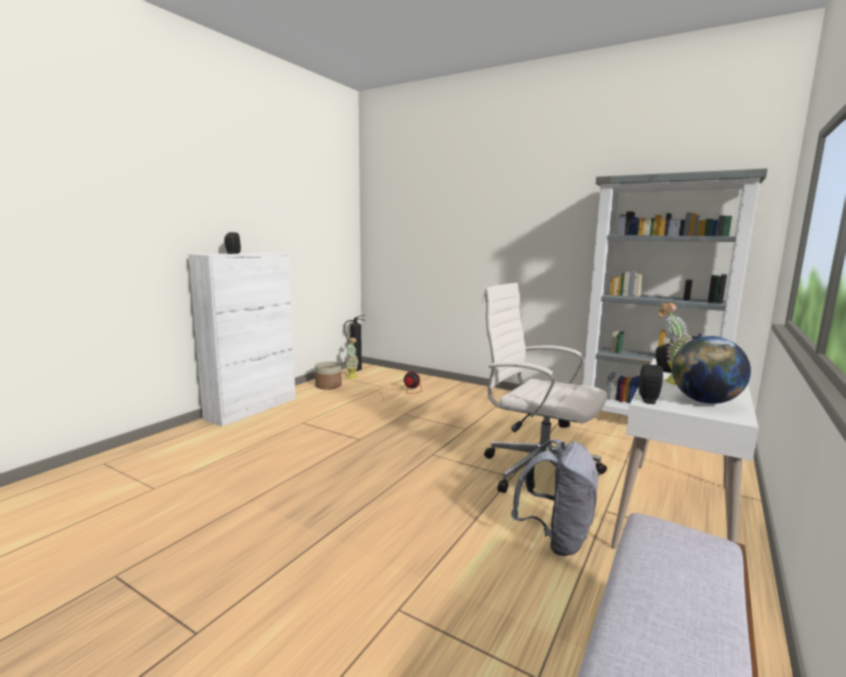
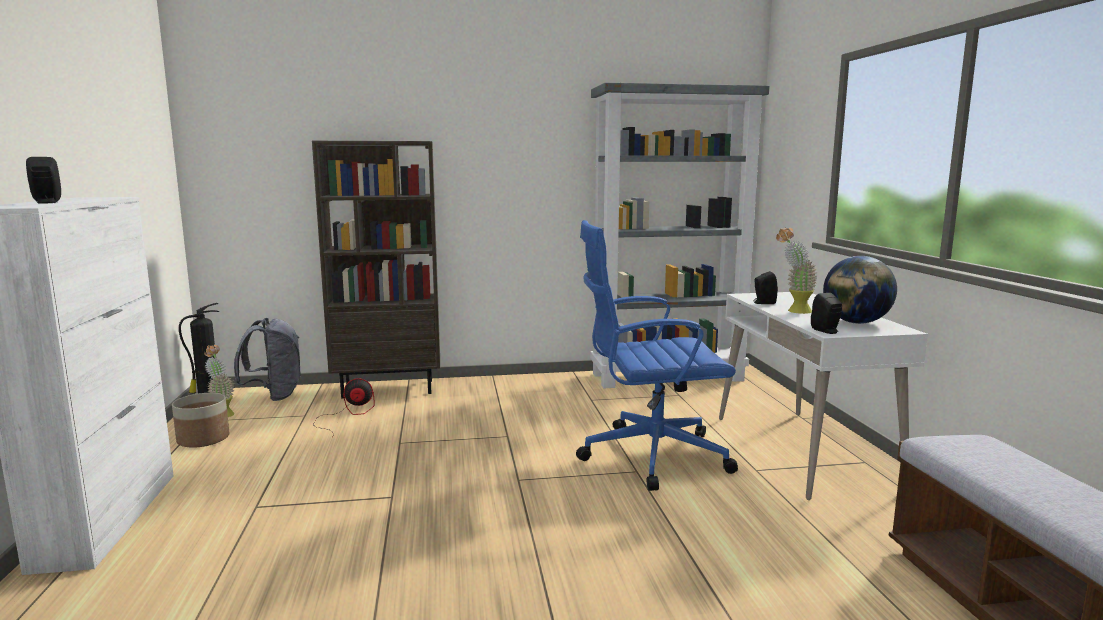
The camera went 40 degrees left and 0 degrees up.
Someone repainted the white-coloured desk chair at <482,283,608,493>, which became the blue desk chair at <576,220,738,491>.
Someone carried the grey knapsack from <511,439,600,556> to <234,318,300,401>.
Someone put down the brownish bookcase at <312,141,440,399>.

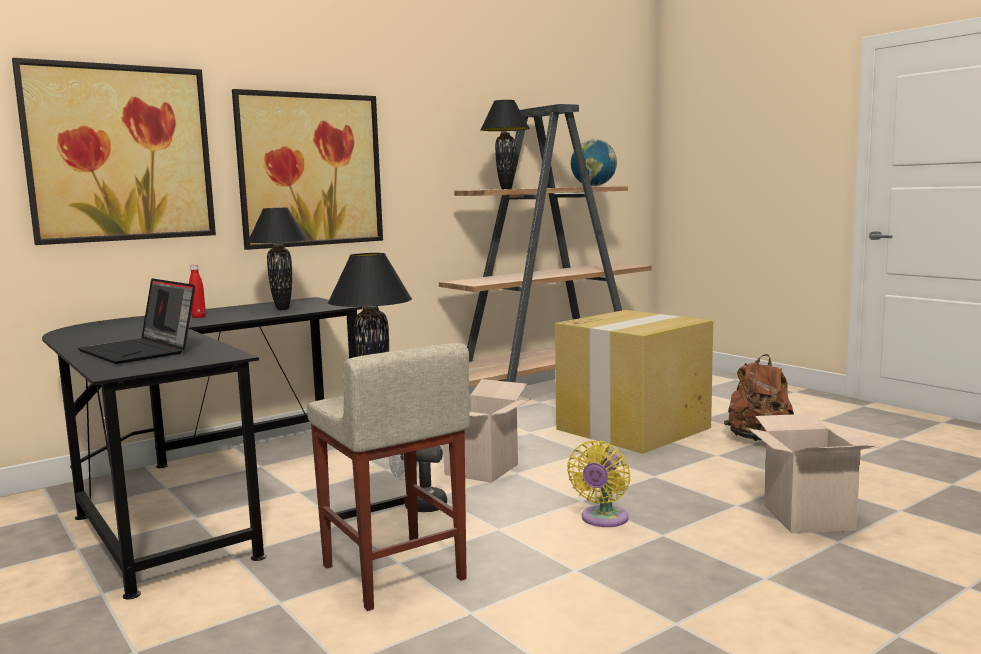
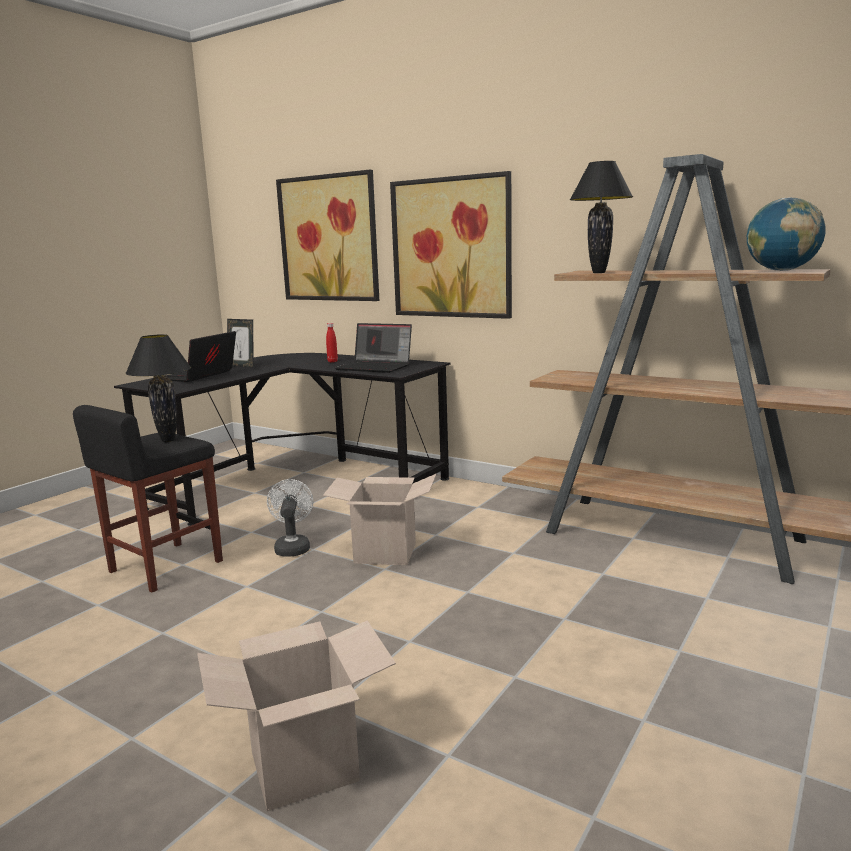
The camera went 70 degrees right and 5 degrees up.
Someone swapped the blackish table lamp at <248,208,308,310> for the notebook computer at <335,323,412,373>.
Someone repainted the beige stool seat at <307,343,470,611>, which became the blackish stool seat at <73,405,223,592>.
Someone took away the cardboard box at <555,310,713,454>.
Someone took away the yellow cooling fan at <567,441,630,527>.
Someone took away the brownish knapsack at <724,354,794,441>.
Someone put down the photo frame at <227,319,254,368>.

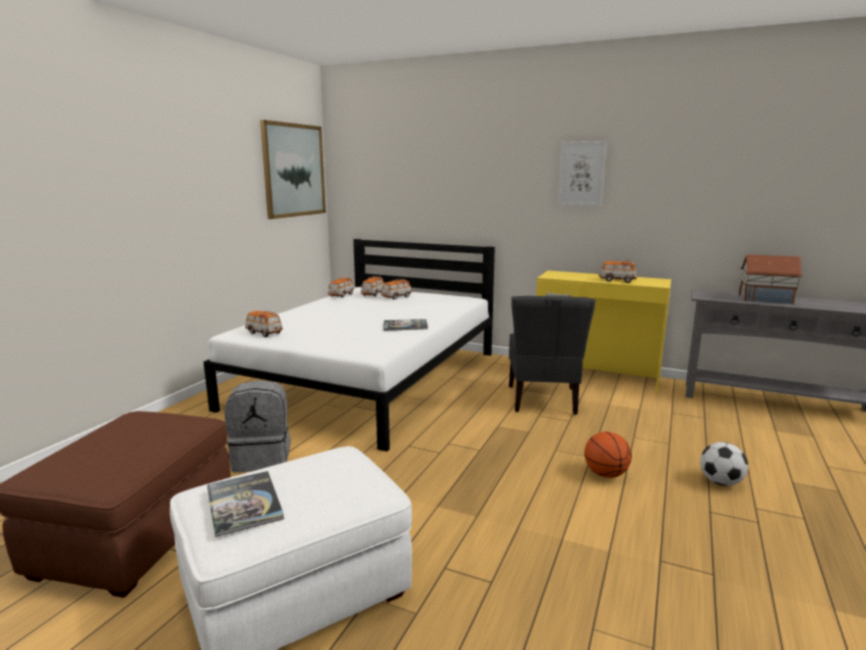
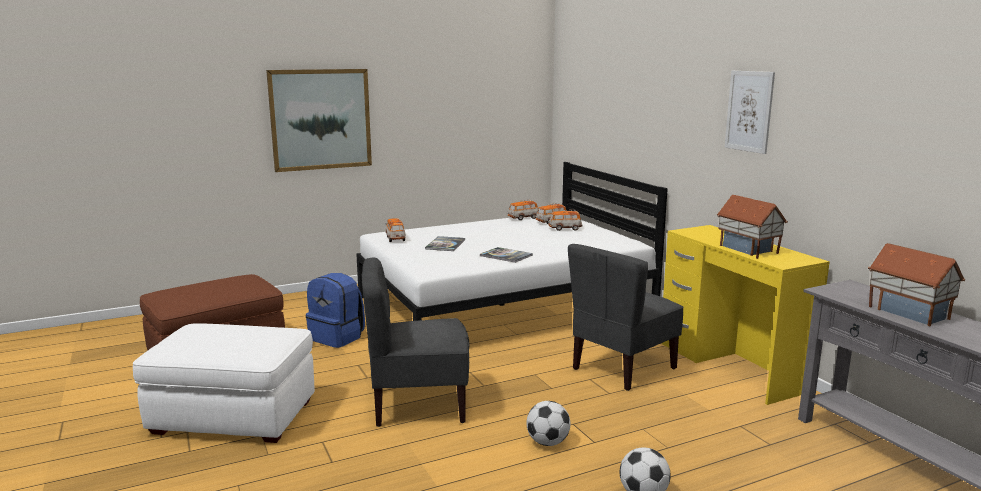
The camera went 40 degrees right and 0 degrees up.
Someone carried the book from <207,471,284,537> to <425,236,465,251>.
Someone repainted the grey knapsack at <225,380,290,472>, which became the blue knapsack at <306,273,365,348>.
Someone carried the picture from <260,120,326,219> to <266,69,372,172>.
Someone swapped the ball for basketball at <584,432,632,478> for the football at <527,401,570,446>.
Someone swapped the miniature car at <599,260,637,283> for the model house at <717,195,788,259>.
Someone put down the grey upright chair at <361,258,470,427>.

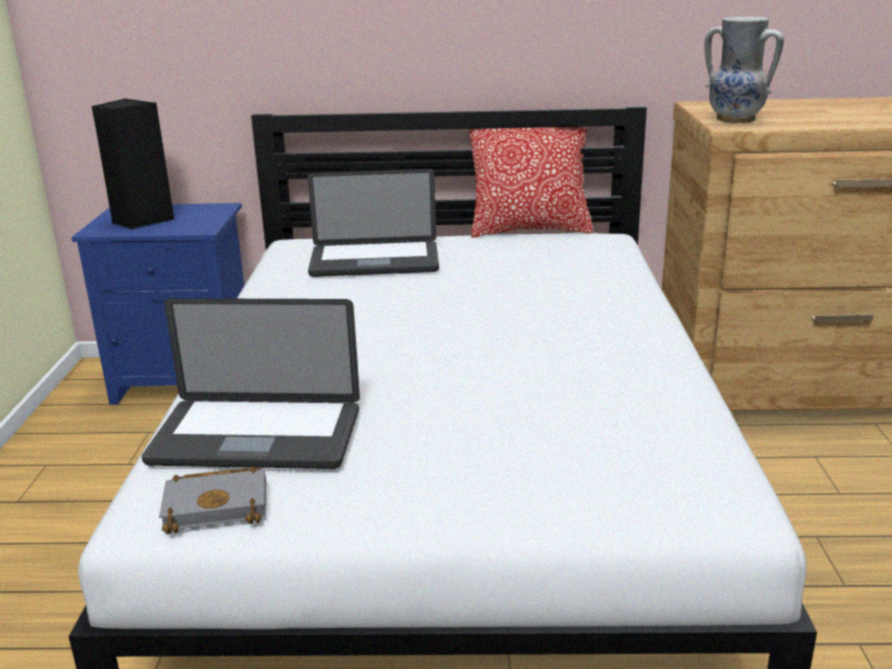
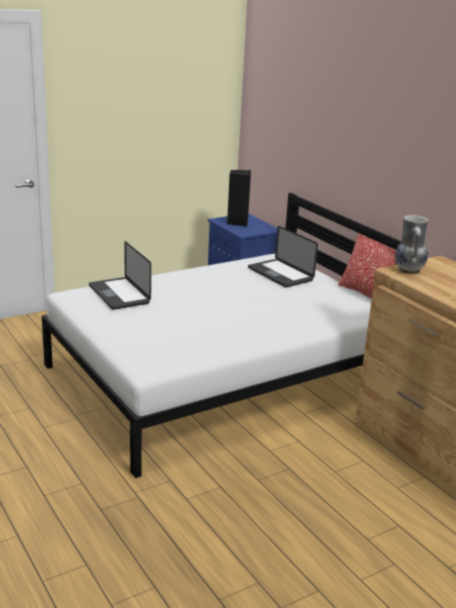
The camera went 55 degrees right and 0 degrees up.
Someone took away the grey book at <159,466,266,534>.

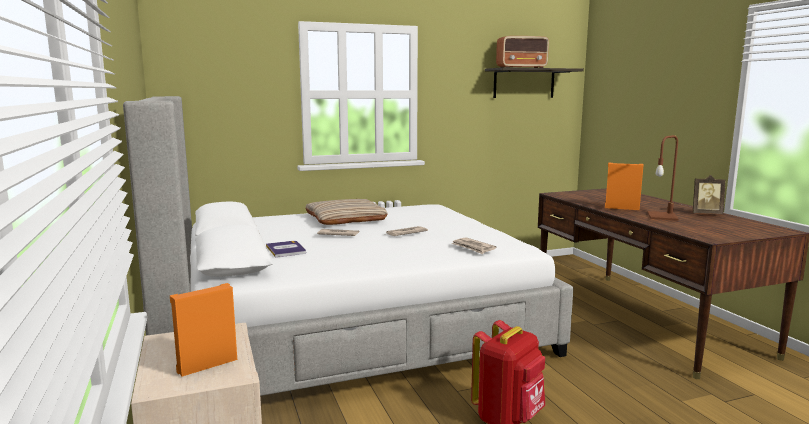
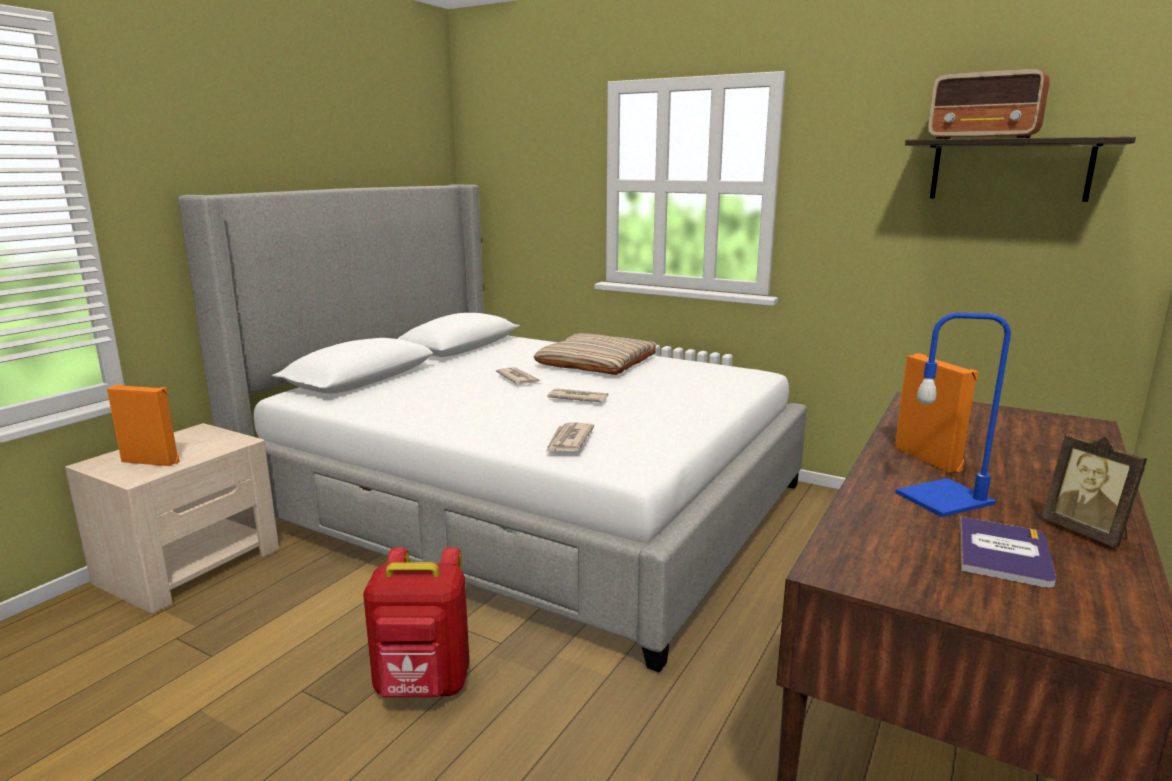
The camera went 50 degrees right and 5 degrees up.
Someone carried the book from <266,241,306,257> to <960,517,1056,588>.
Someone repainted the brownish table lamp at <647,135,679,221>, which became the blue table lamp at <895,313,1011,517>.

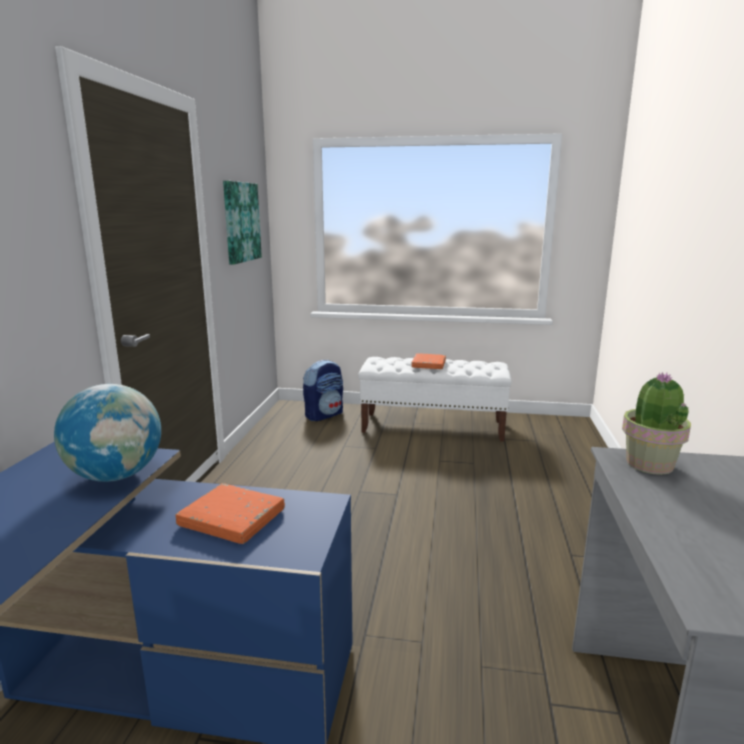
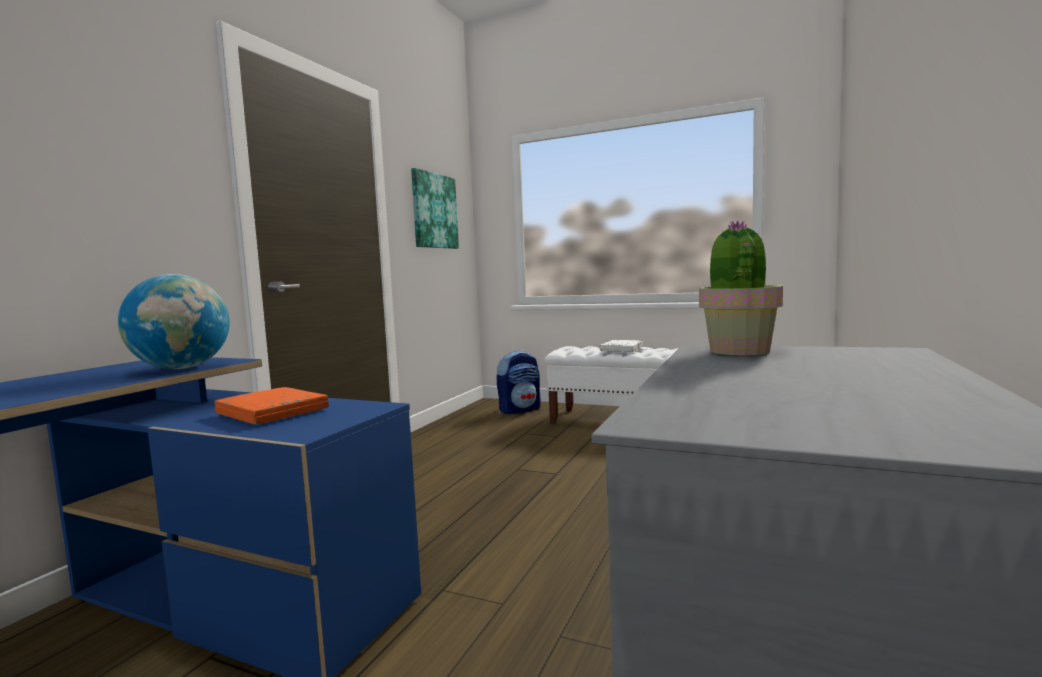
The camera went 15 degrees right and 10 degrees down.
Someone repainted the orange book at <411,353,446,369>, which became the white-coloured book at <600,340,643,352>.

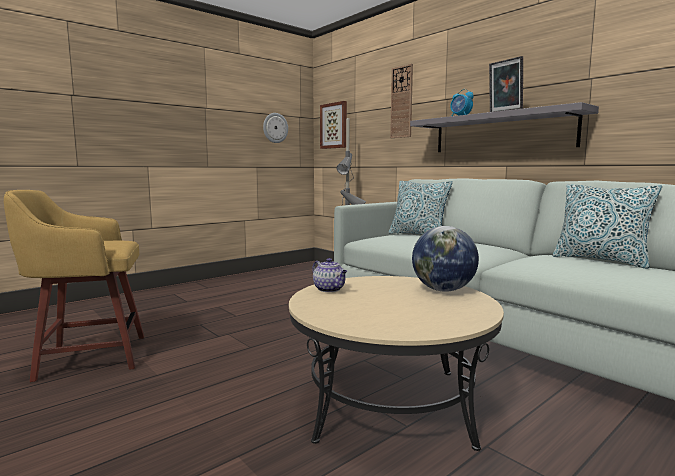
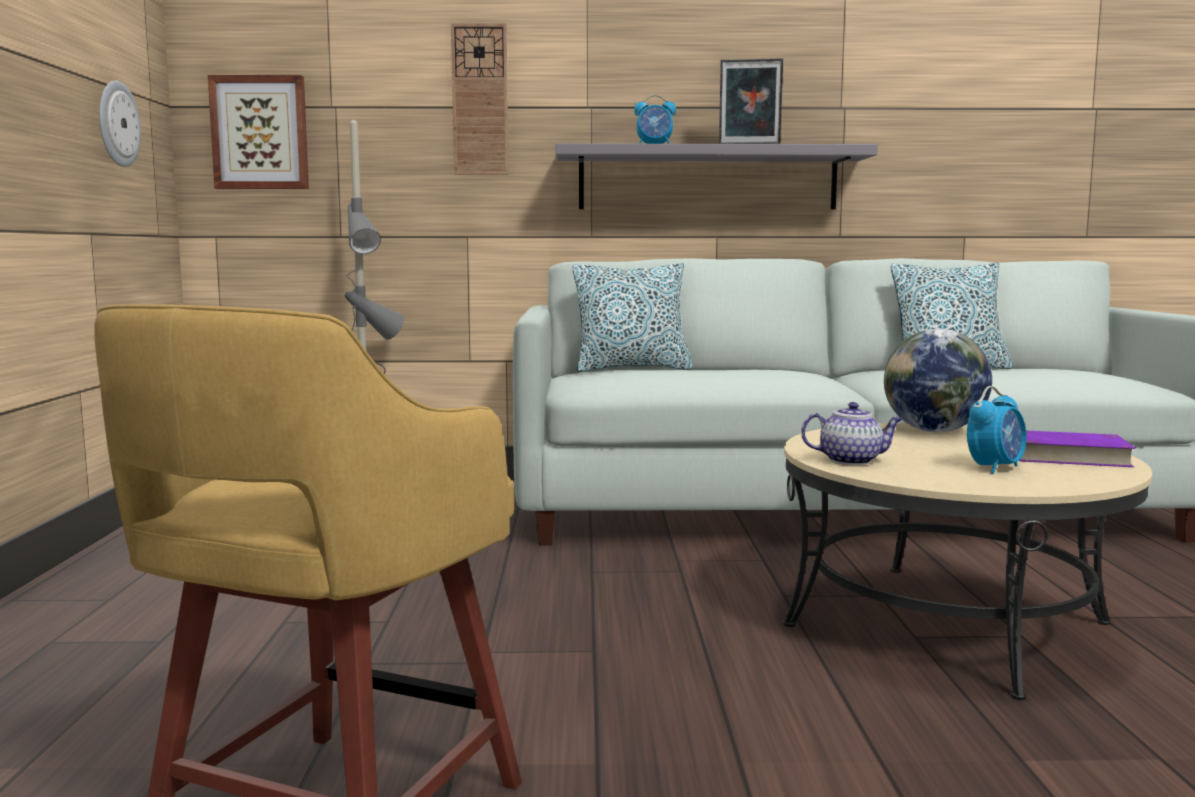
The camera went 50 degrees left and 0 degrees up.
Someone put down the table clock at <967,386,1027,474>.
Someone put down the purple book at <1019,431,1136,467>.

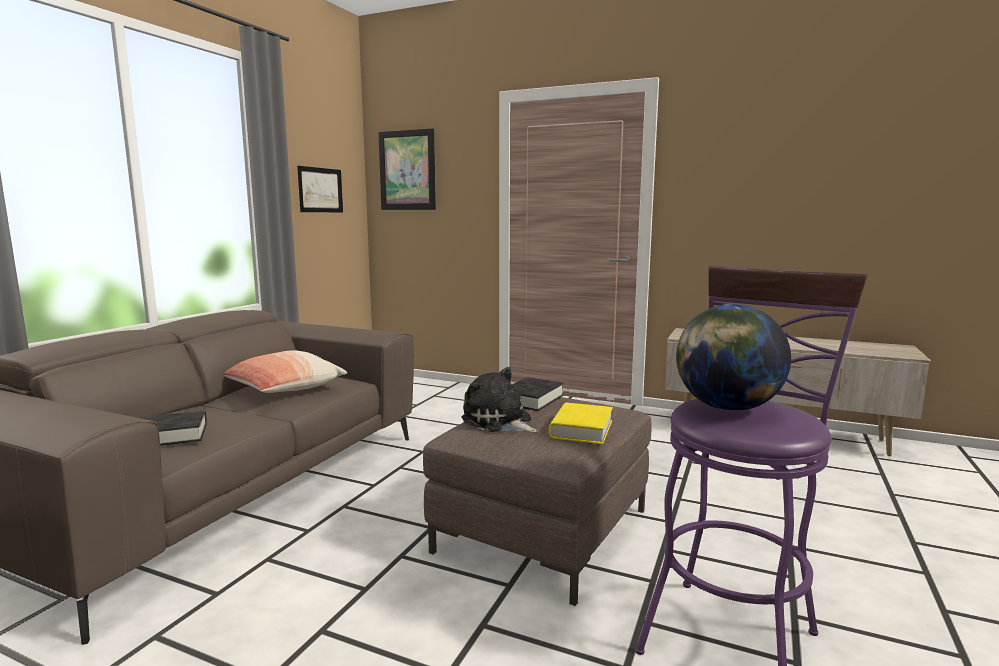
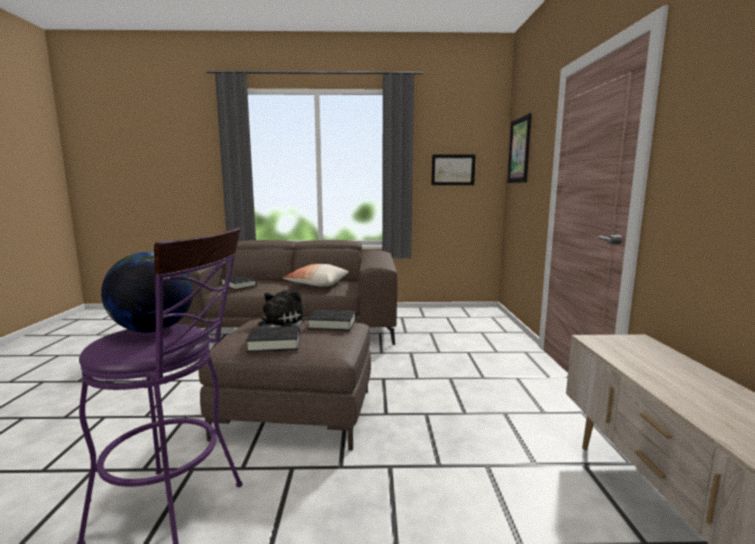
The camera went 65 degrees right and 0 degrees up.
Someone repainted the yellow book at <549,403,613,444>, which became the blackish book at <246,326,300,352>.

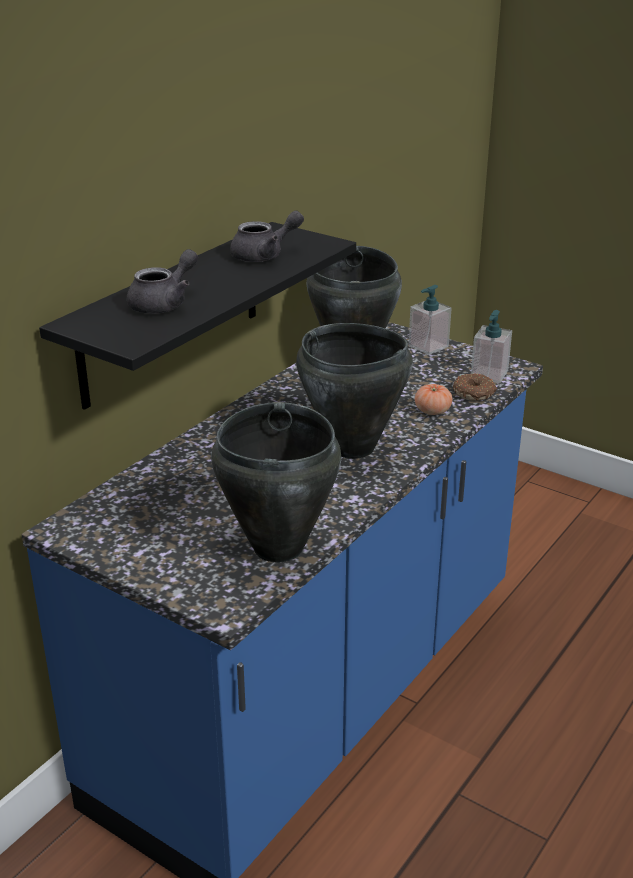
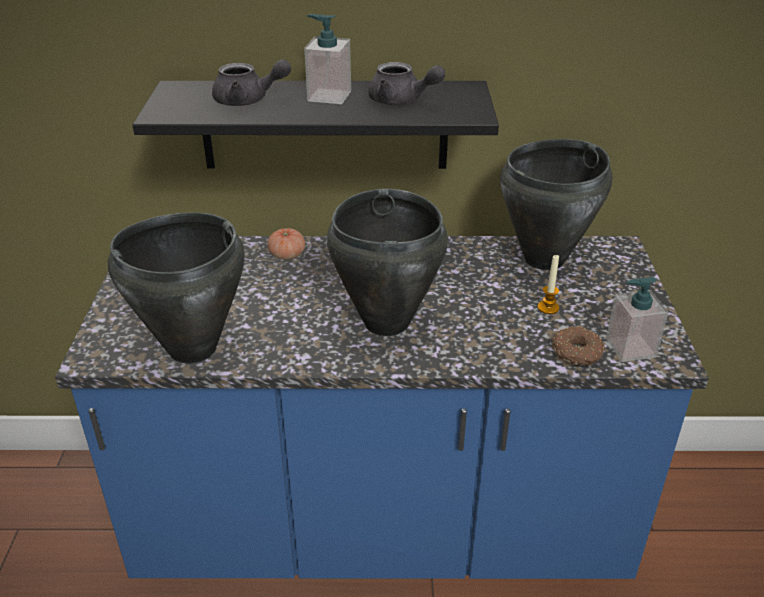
The camera went 55 degrees right and 5 degrees up.
Someone carried the liquid soap bottle from <409,285,452,355> to <304,14,351,104>.
Someone carried the whole tomato from <415,384,453,415> to <267,228,305,260>.
Someone put down the candle at <538,255,559,314>.

